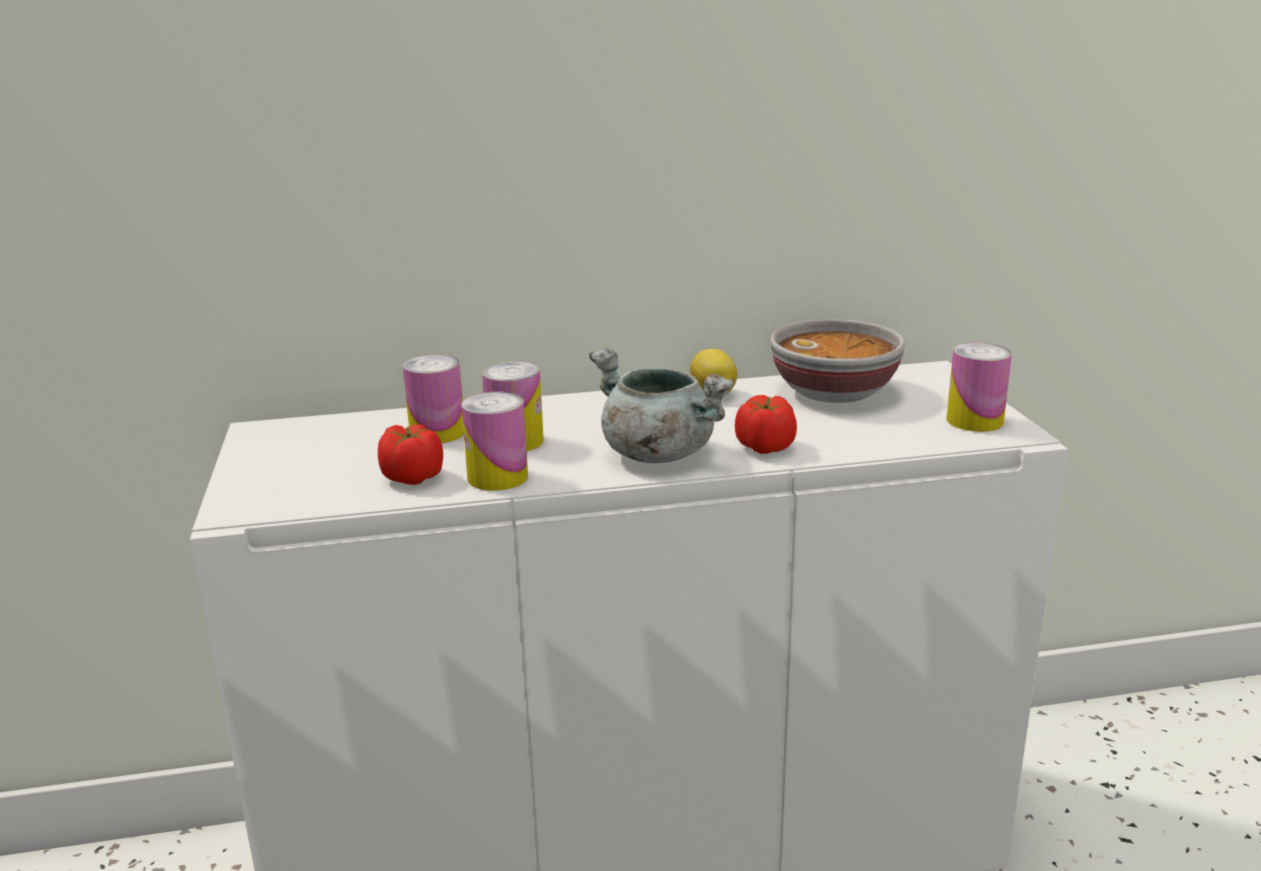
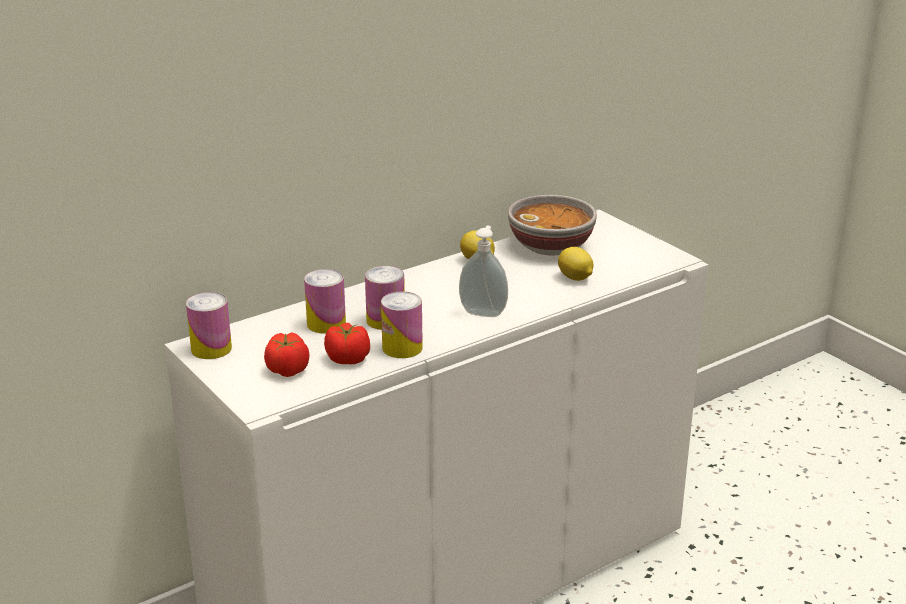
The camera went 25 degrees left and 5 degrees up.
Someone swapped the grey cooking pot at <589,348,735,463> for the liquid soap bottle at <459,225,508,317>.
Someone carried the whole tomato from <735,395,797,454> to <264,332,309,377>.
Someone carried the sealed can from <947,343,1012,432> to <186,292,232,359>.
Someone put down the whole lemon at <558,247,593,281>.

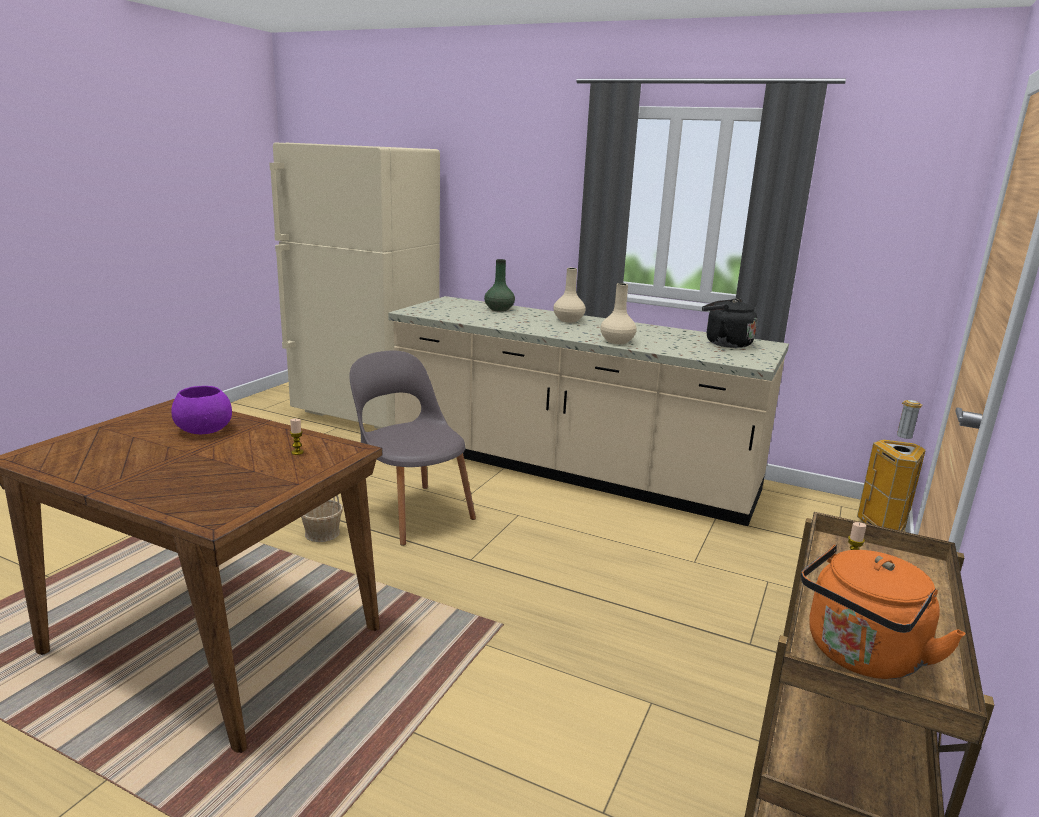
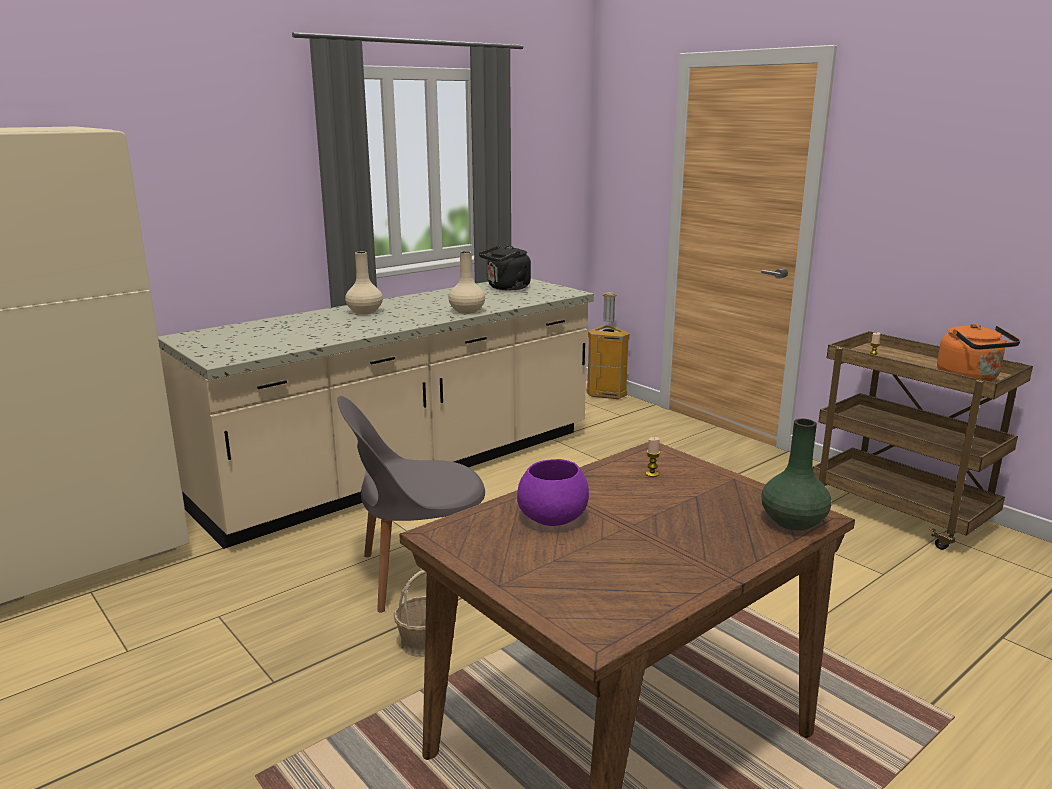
The camera went 65 degrees left and 0 degrees up.
Someone carried the green decorative vase from <484,259,515,312> to <761,419,832,530>.

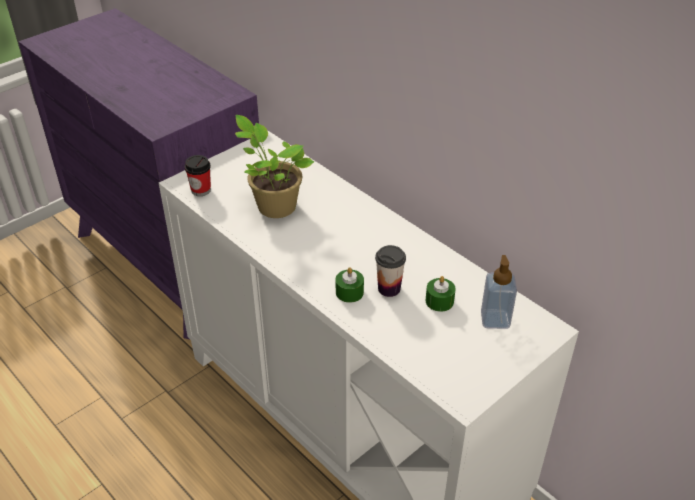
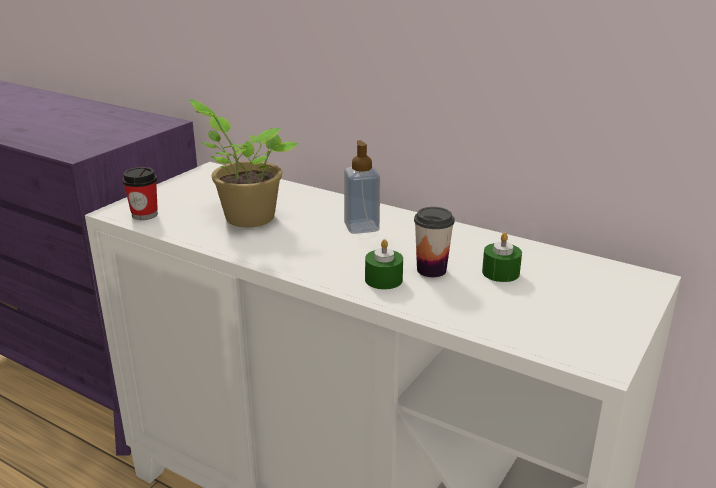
The camera went 15 degrees left and 15 degrees down.
Someone carried the liquid soap bottle from <481,255,517,329> to <344,140,380,234>.

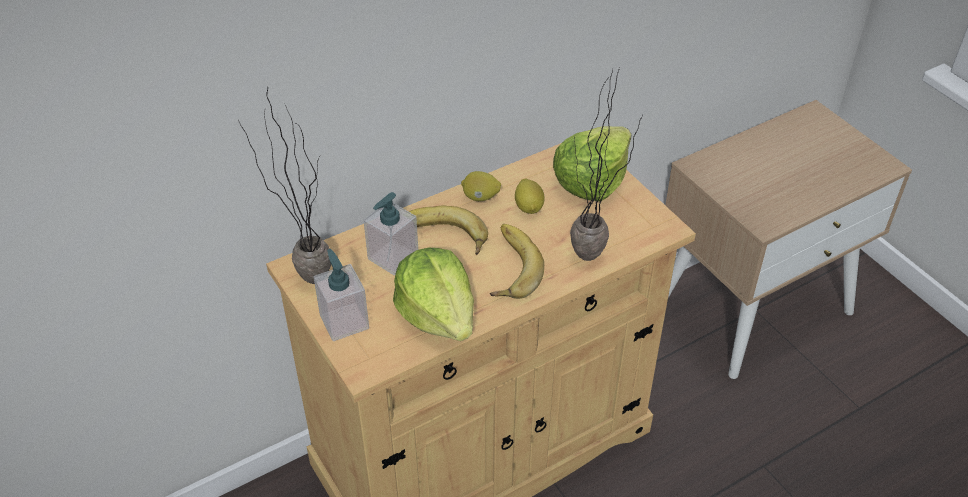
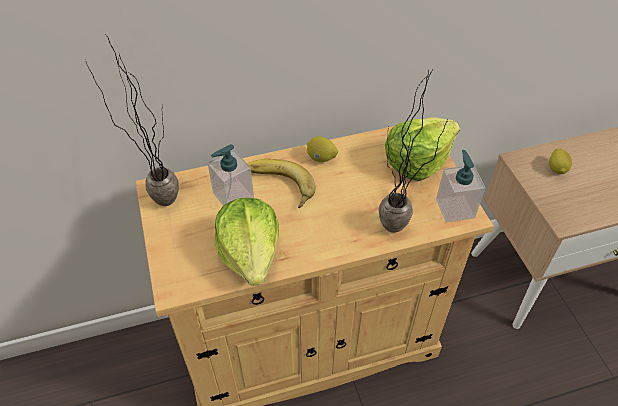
The camera went 15 degrees right and 5 degrees up.
Someone carried the liquid soap bottle from <314,249,369,341> to <436,150,485,223>.
Someone took away the whole banana at <490,224,544,299>.
Someone carried the whole lemon from <515,179,545,214> to <549,148,572,174>.

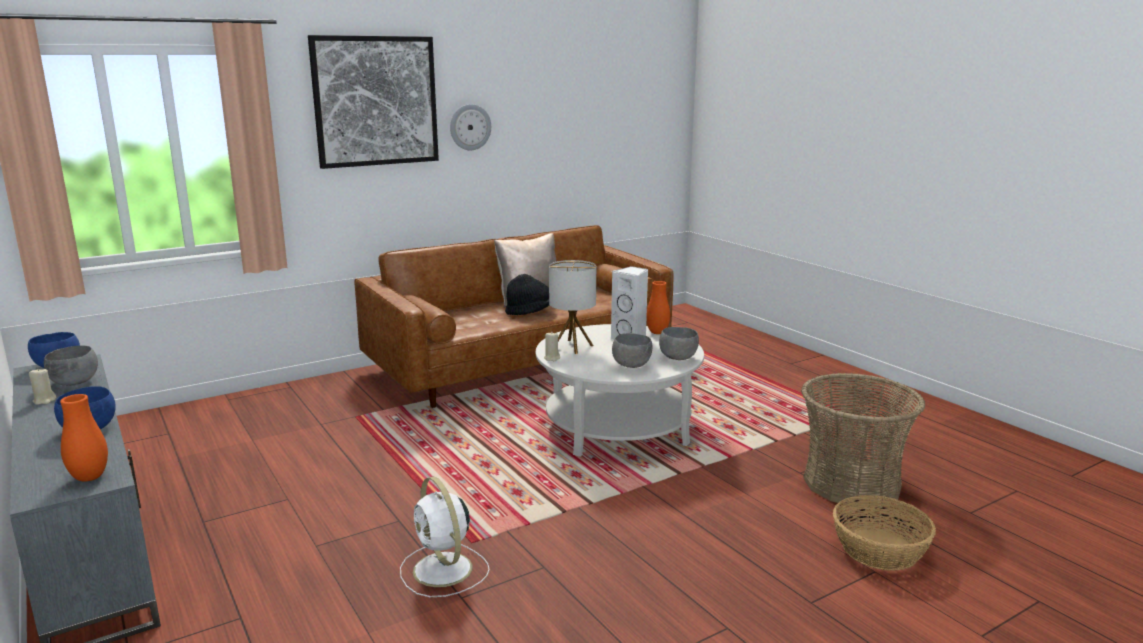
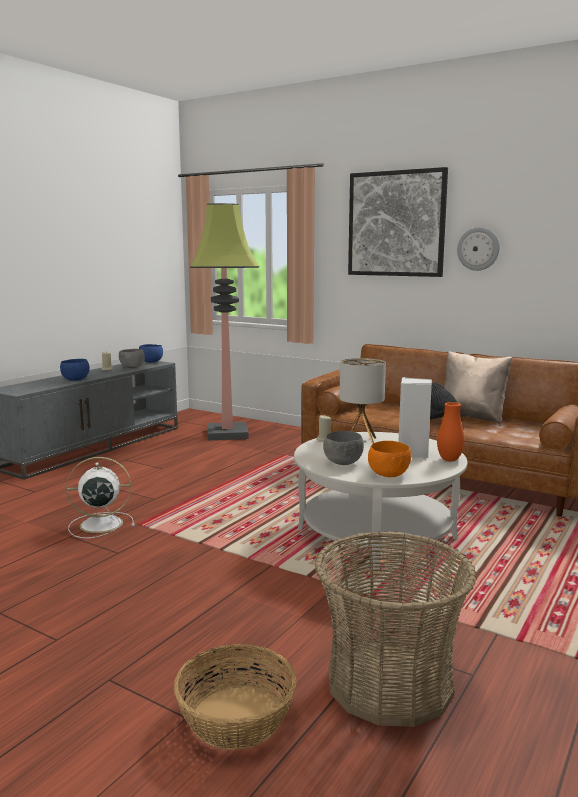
The camera went 65 degrees right and 5 degrees down.
Someone took away the orange decorative vase at <60,394,108,482>.
Someone rotated the white-coloured cooling fan at <400,477,490,597> by 45 degrees clockwise.
Someone repainted the grey deep dish at <659,327,699,360>, which became the orange deep dish at <368,441,411,477>.
Someone put down the floor lamp at <190,203,259,440>.

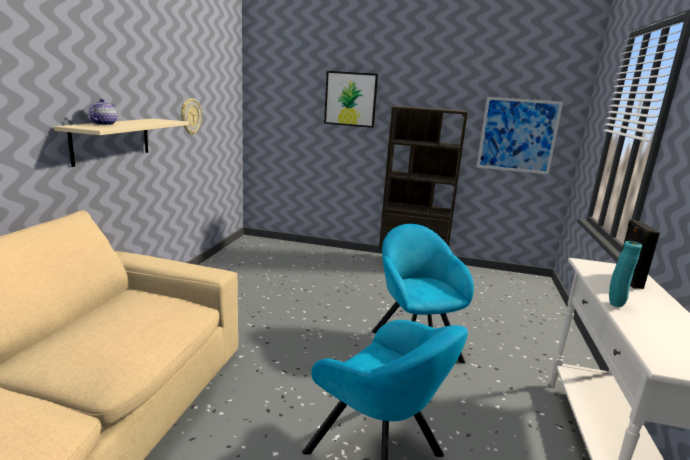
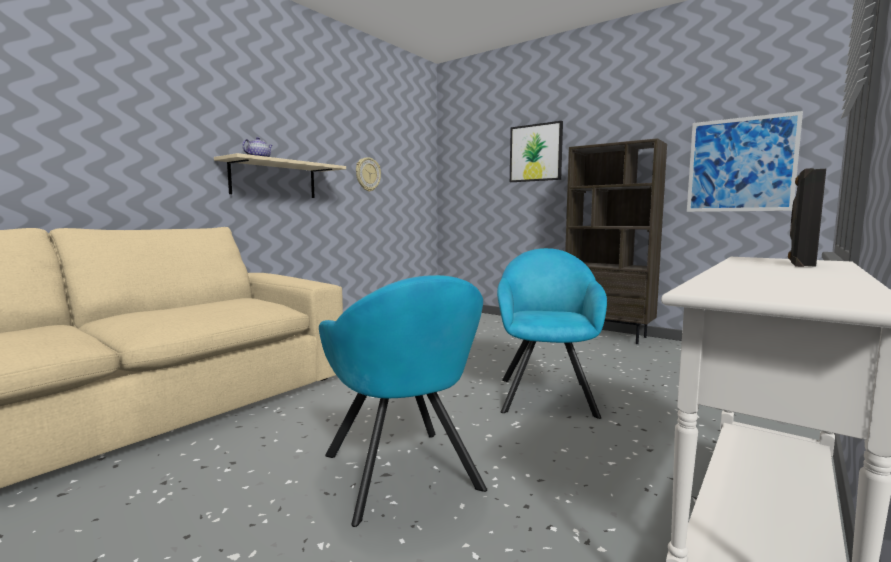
The camera went 25 degrees right and 10 degrees down.
Someone took away the turquoise decorative vase at <609,241,642,307>.

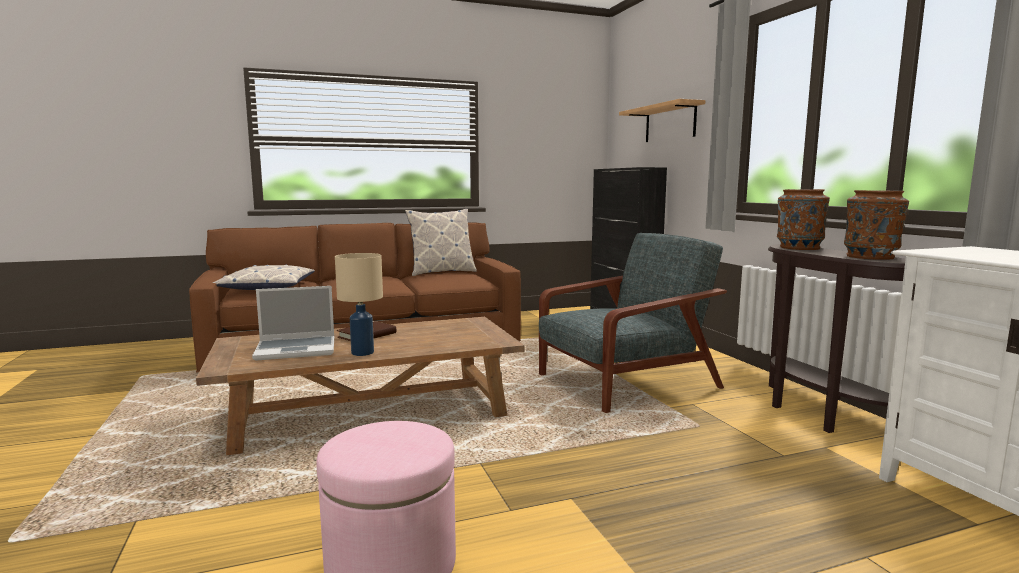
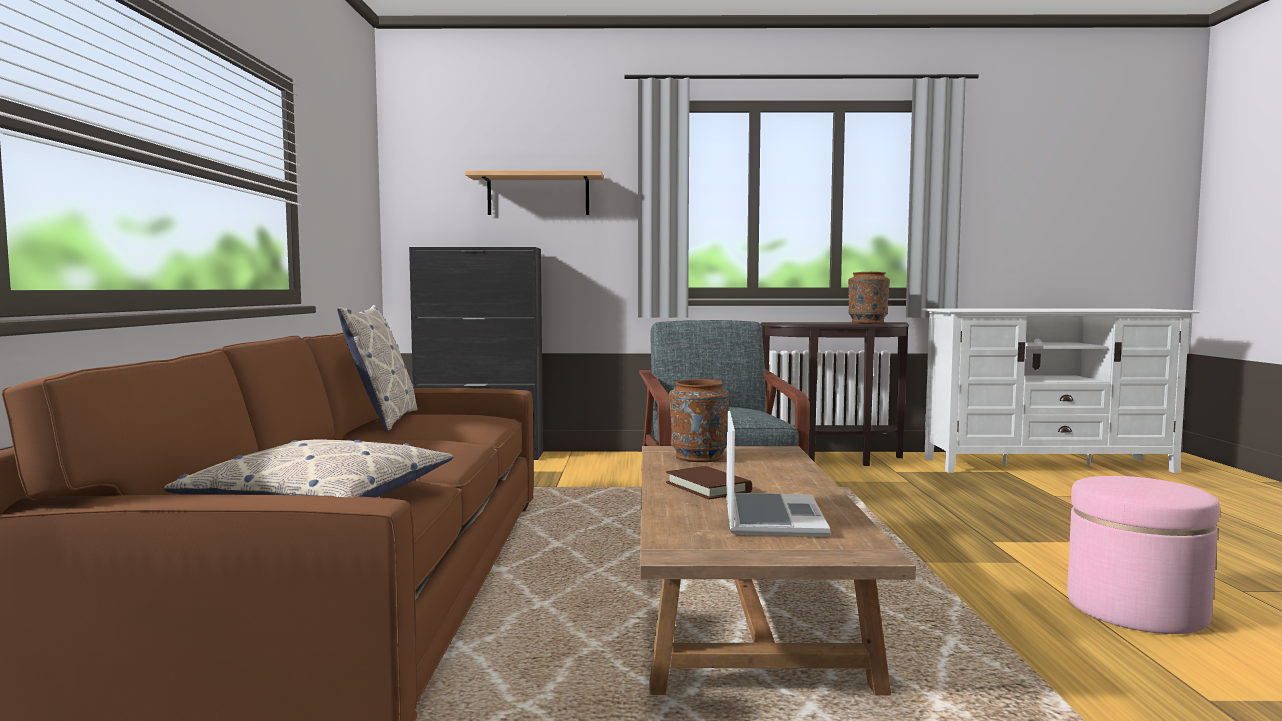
The camera went 70 degrees left and 5 degrees down.
Someone took away the beige table lamp at <335,253,383,356>.
Someone carried the brownish decorative vase from <777,189,830,250> to <669,379,730,462>.

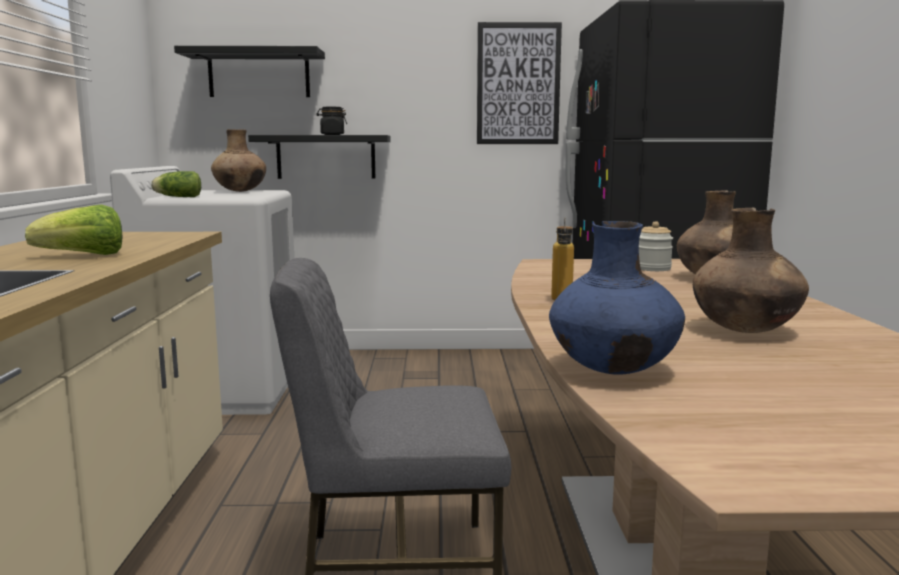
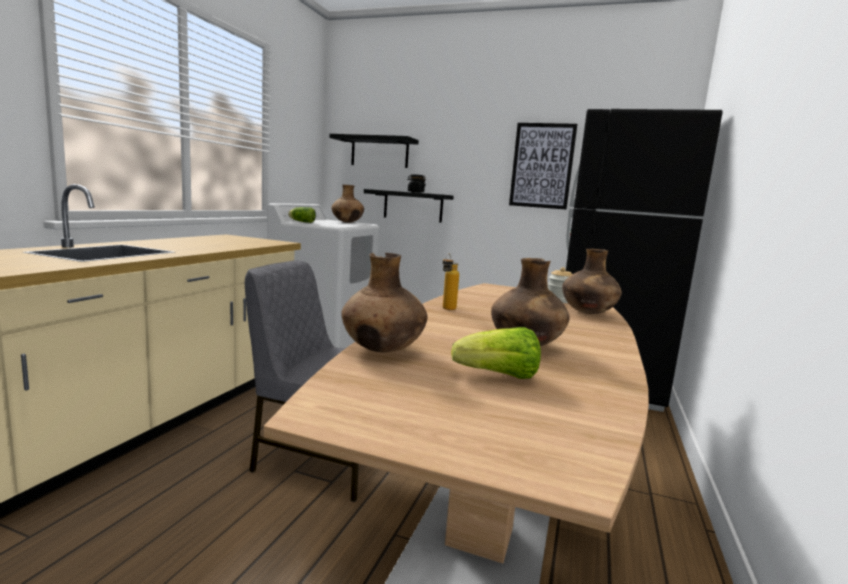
The camera went 20 degrees right and 0 degrees up.
Someone carried the lettuce head from <25,205,122,255> to <451,327,541,379>.
Someone repainted the blue decorative vase at <549,221,685,375>, which became the brownish decorative vase at <341,253,428,352>.

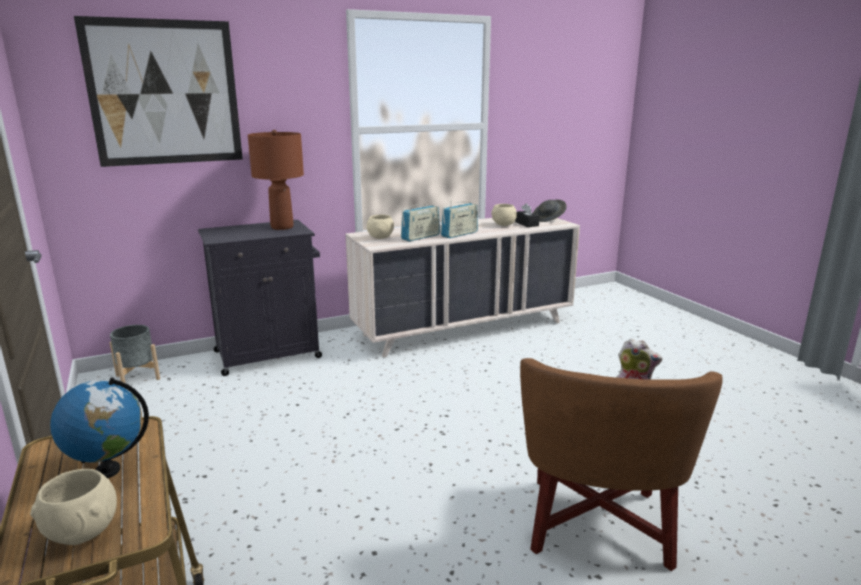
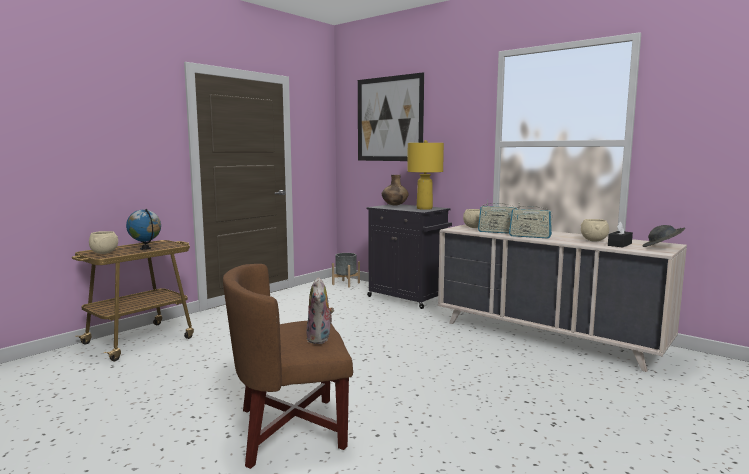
The camera went 65 degrees right and 10 degrees down.
Someone repainted the brownish table lamp at <248,130,304,230>, which became the yellow table lamp at <407,140,444,210>.
Someone put down the brownish decorative vase at <382,175,409,206>.

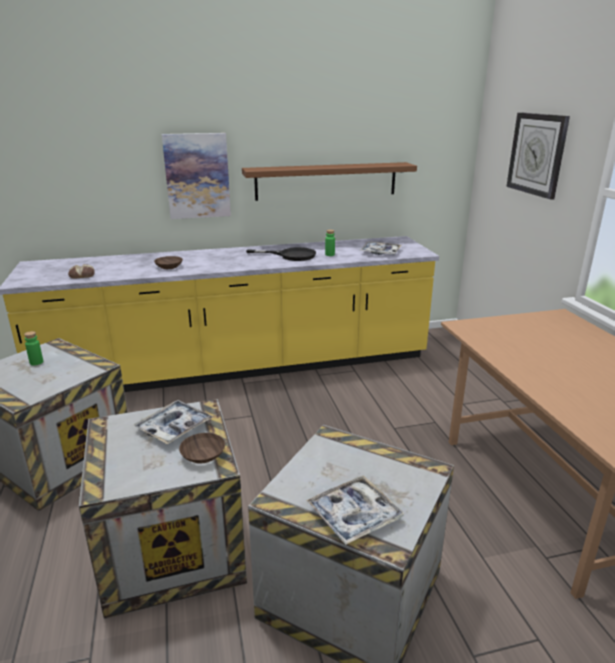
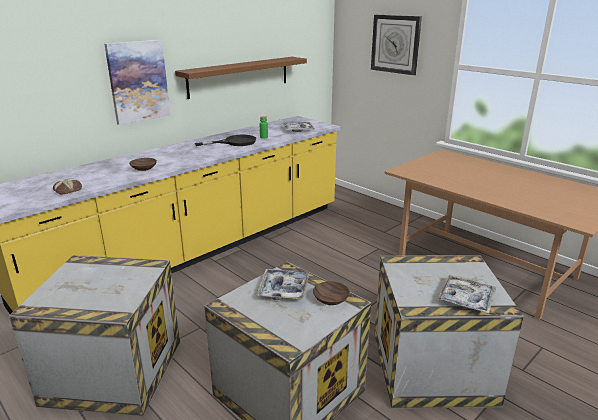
The camera went 30 degrees left and 0 degrees up.
Someone took away the green beverage bottle at <24,331,43,365>.

